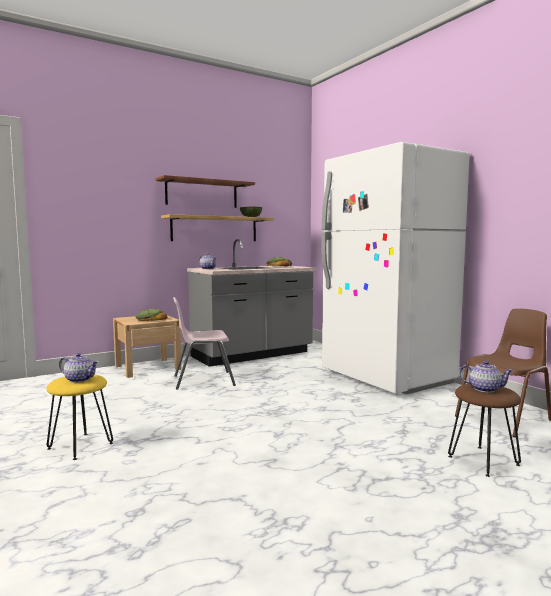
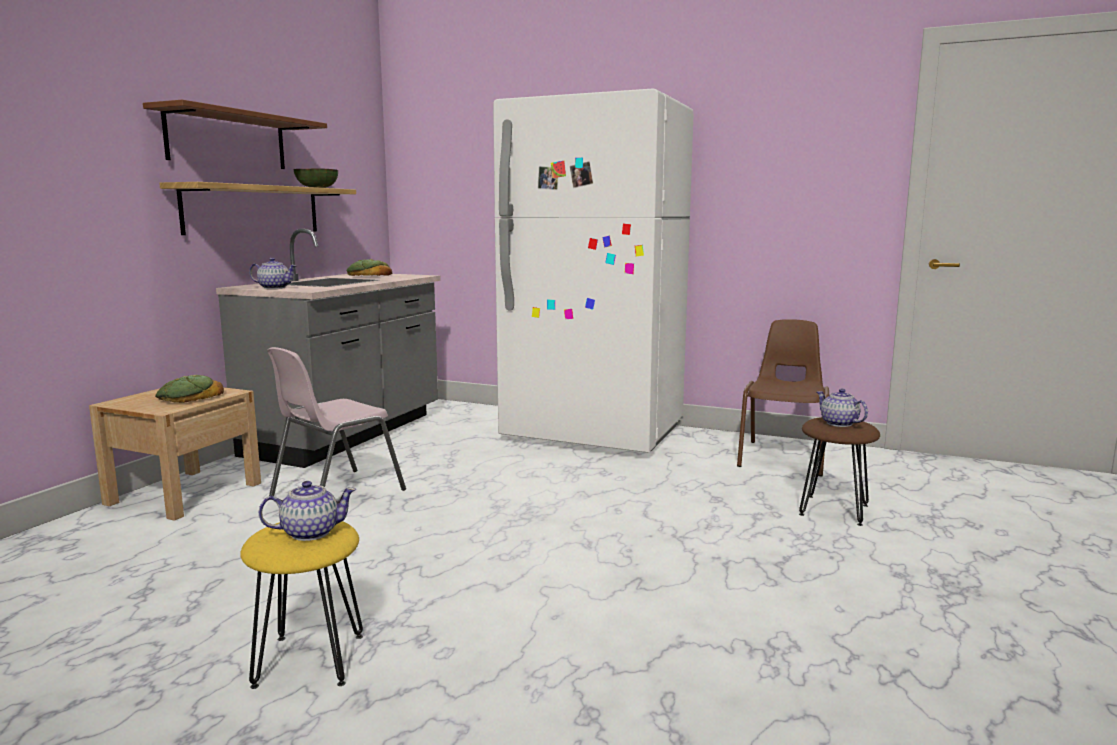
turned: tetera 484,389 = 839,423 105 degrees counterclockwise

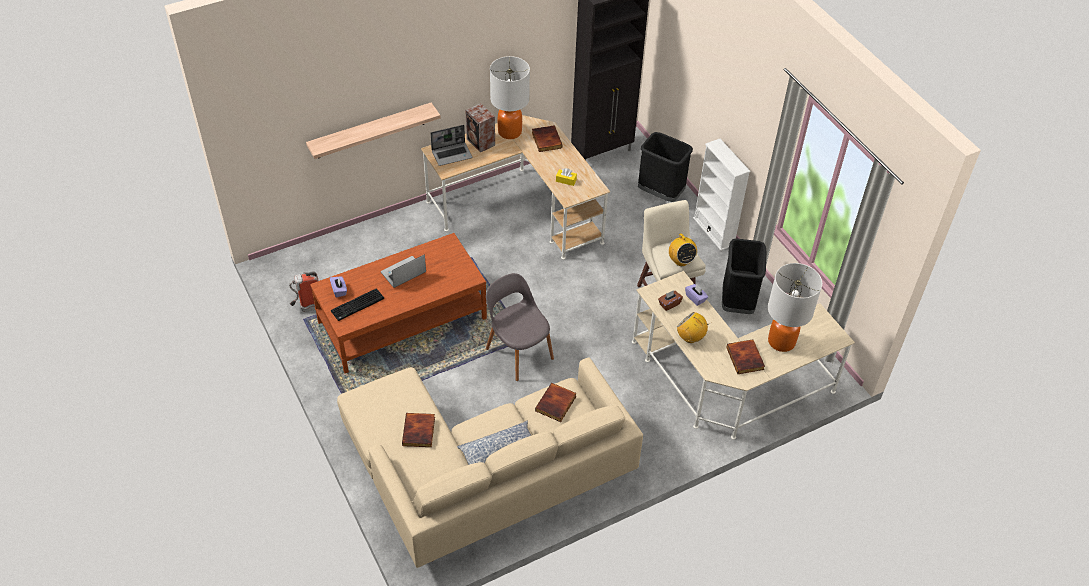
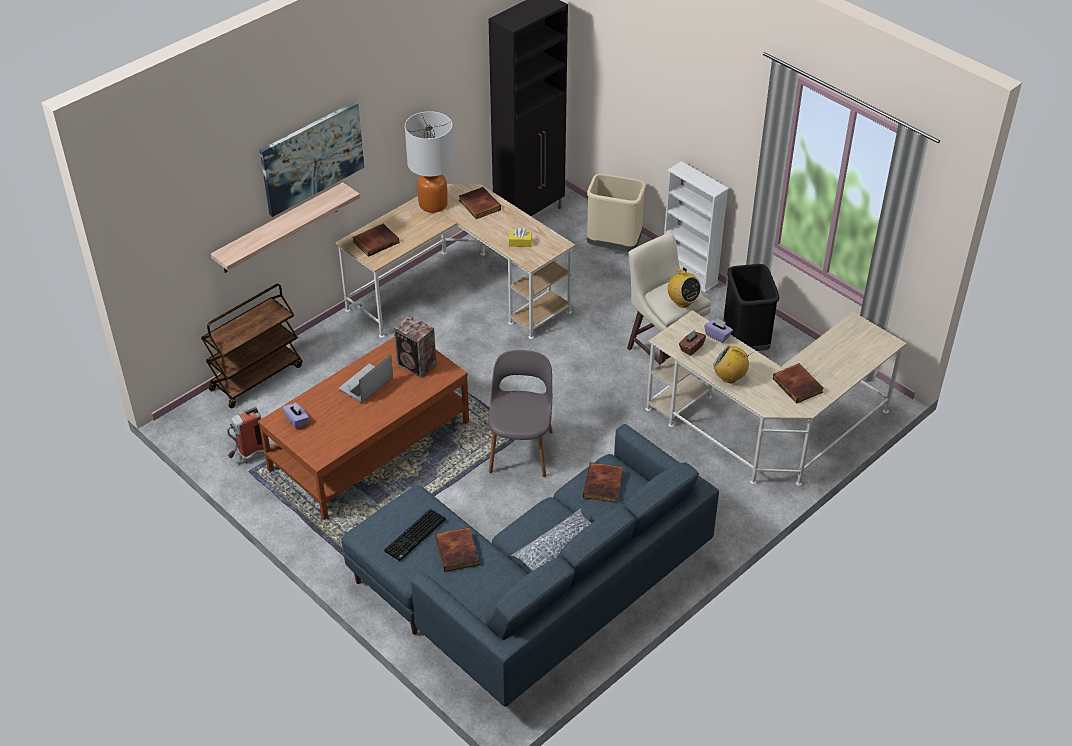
removed: lámpara de mesa 782,341
added: carrito (marrón) 257,377; cuadro 312,157
moved: teclado 357,306 to 415,536; altavoz 481,142 to 417,365
replaced: portátil 452,154 to libro 375,241
recoloured: sofá (beis) 481,477 to sofá (azul) 533,594; papelera (negro) 661,193 to papelera (beis) 614,246
turned: silla (gris) 518,352 = 521,449 60 degrees clockwise

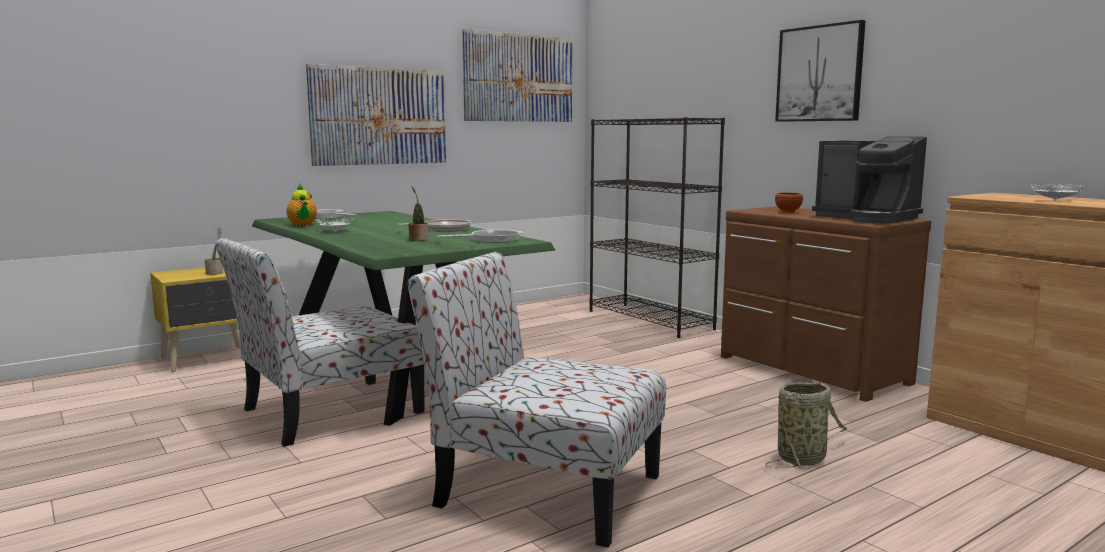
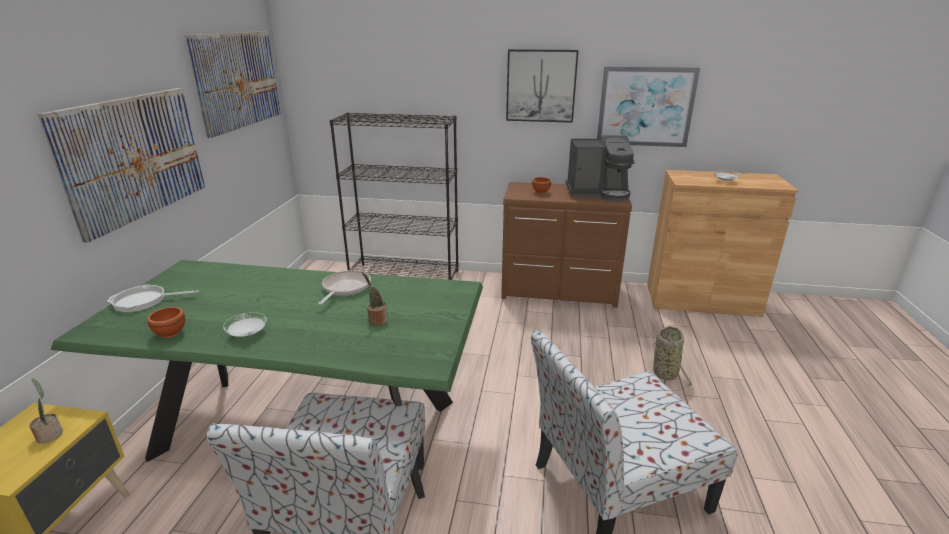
removed: sartén 491,240
added: cuadro 645,107
replaced: tetera 302,225 to cuenco (marrón) 169,333

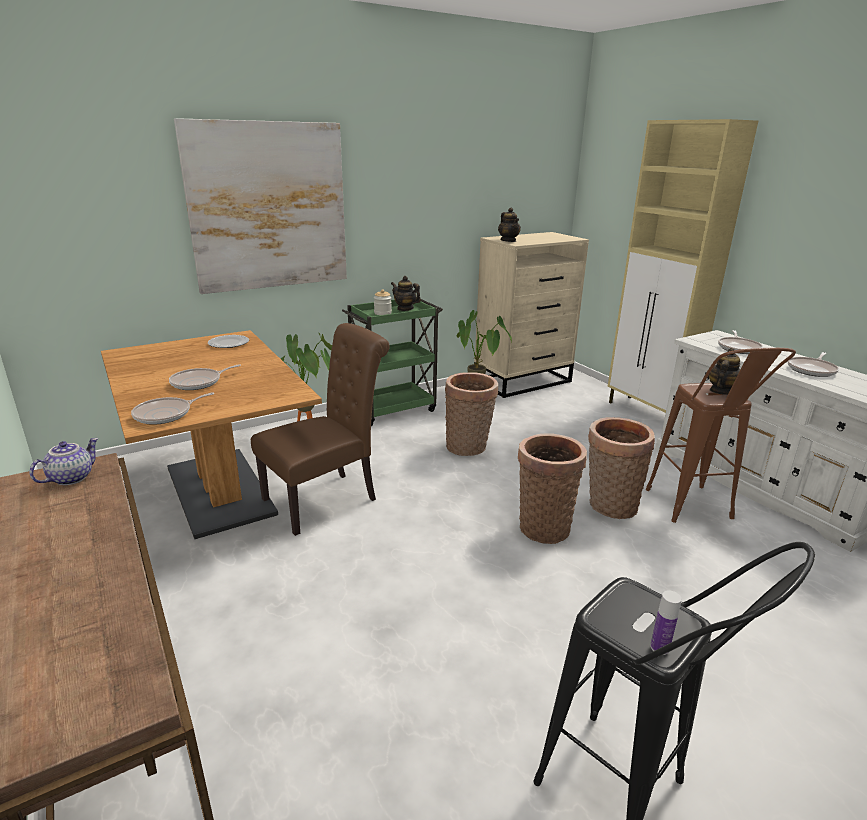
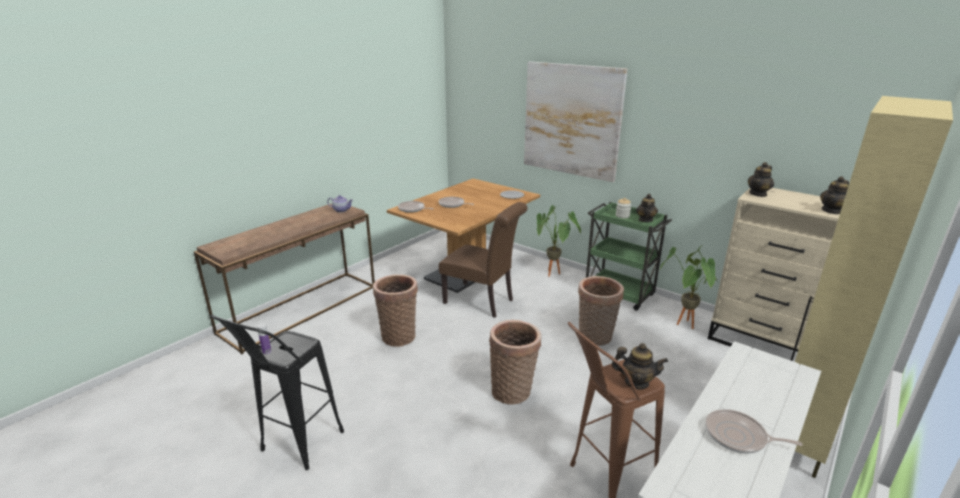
removed: sartén 738,348
added: tetera 831,211
moved: cesta 609,505 to 399,335

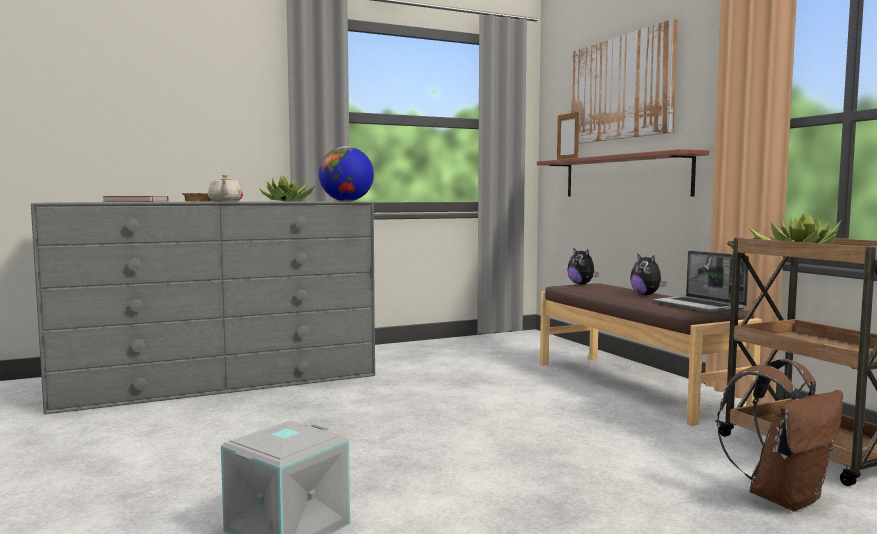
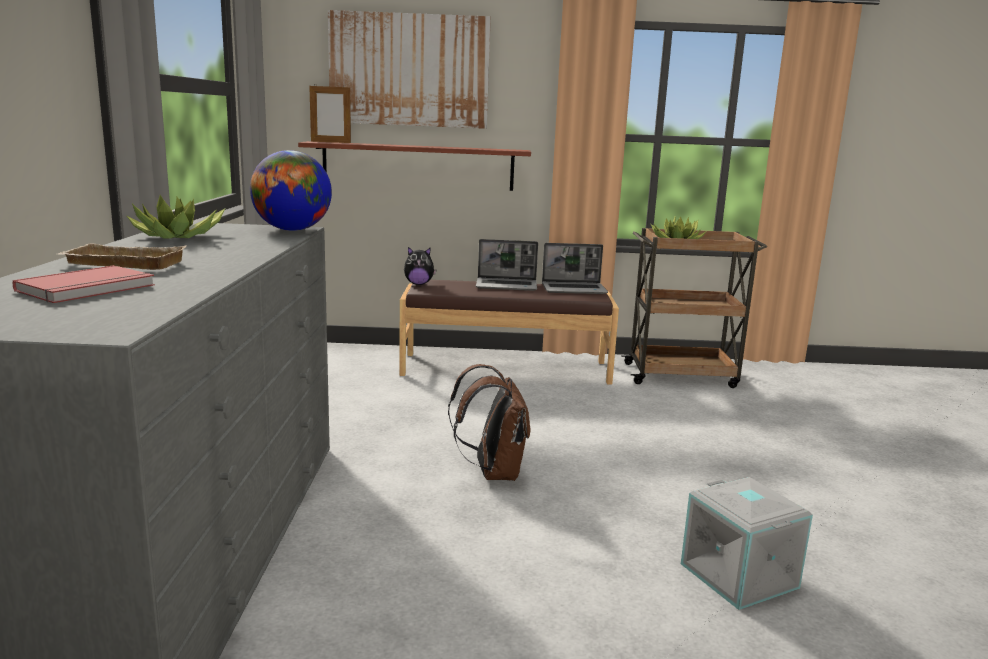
removed: tetera (beis) 225,201
moved: mochila (marrón) 783,497 to 493,472
replaced: peluche 646,295 to portátil 507,286

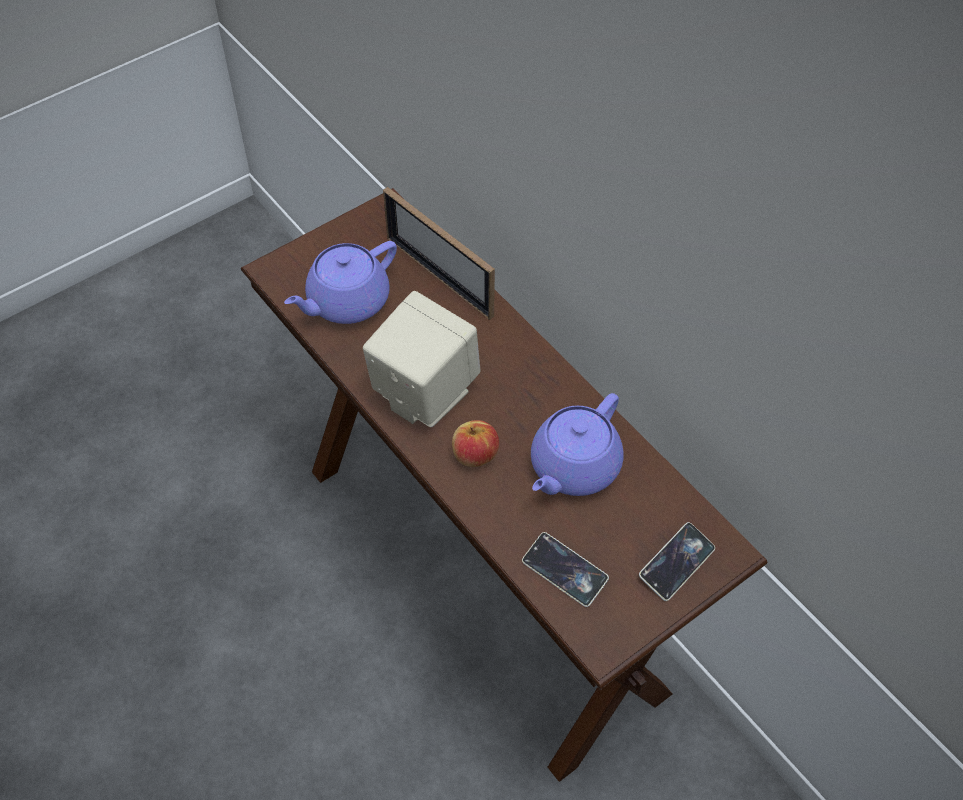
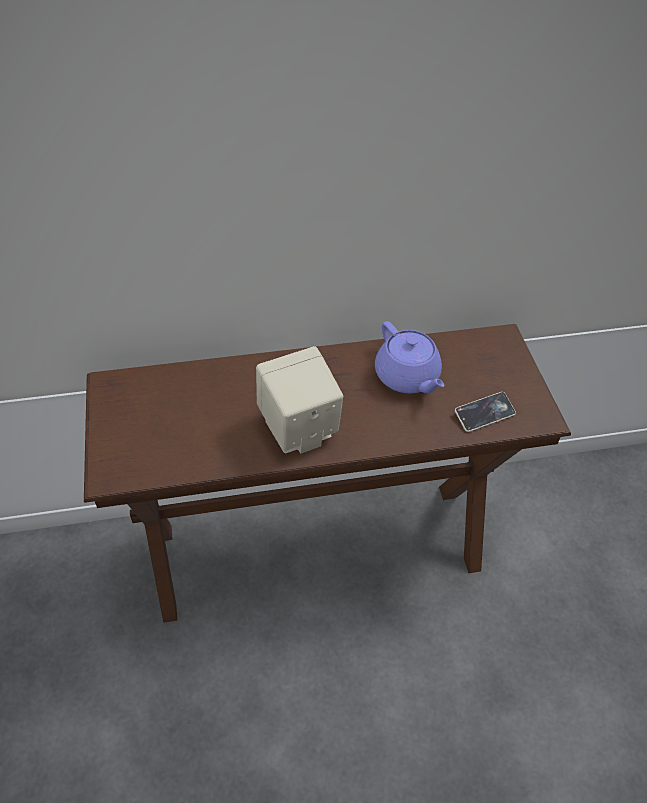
removed: tetera (morado) 346,301; portarretratos 439,276; manzana 475,454; móvil 676,564

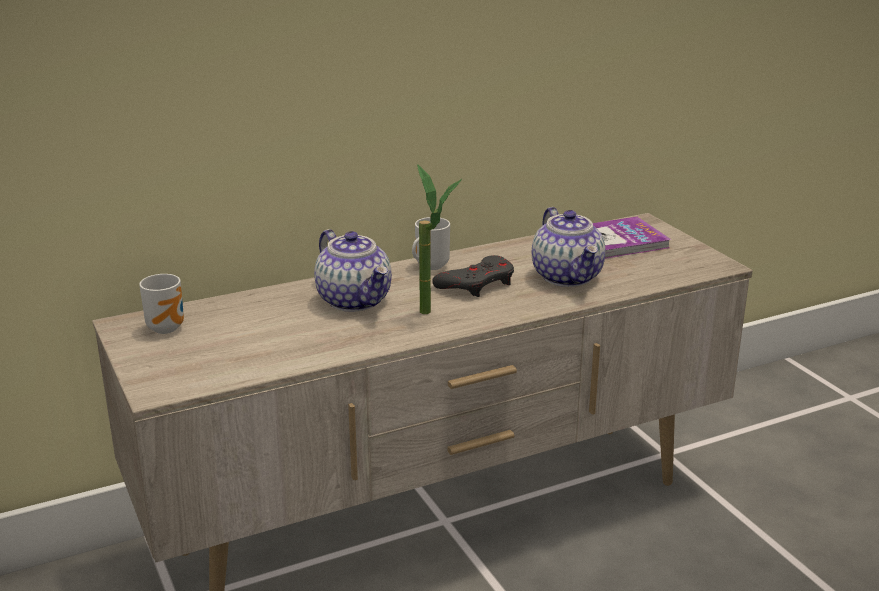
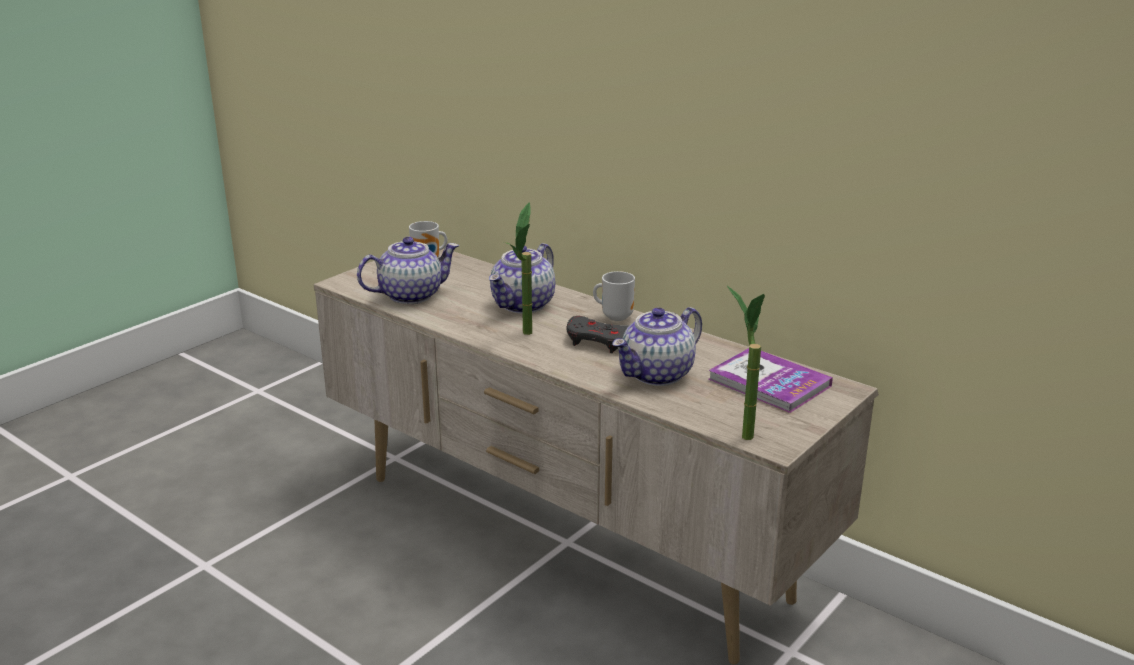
added: tetera 411,295; planta en maceta 739,431

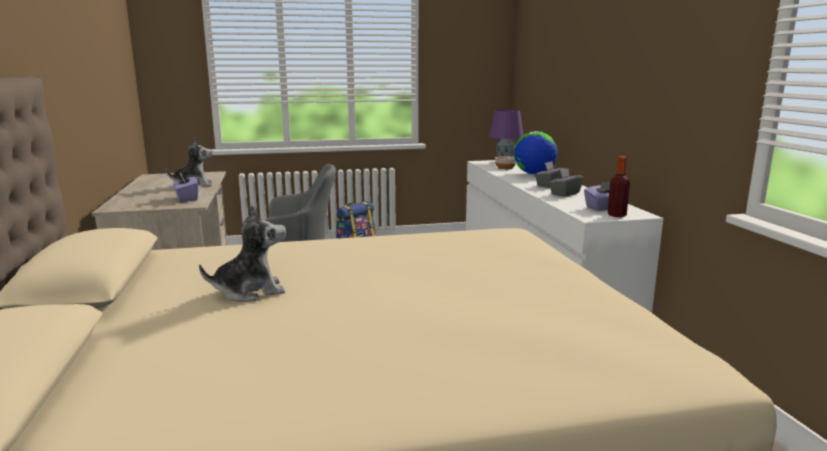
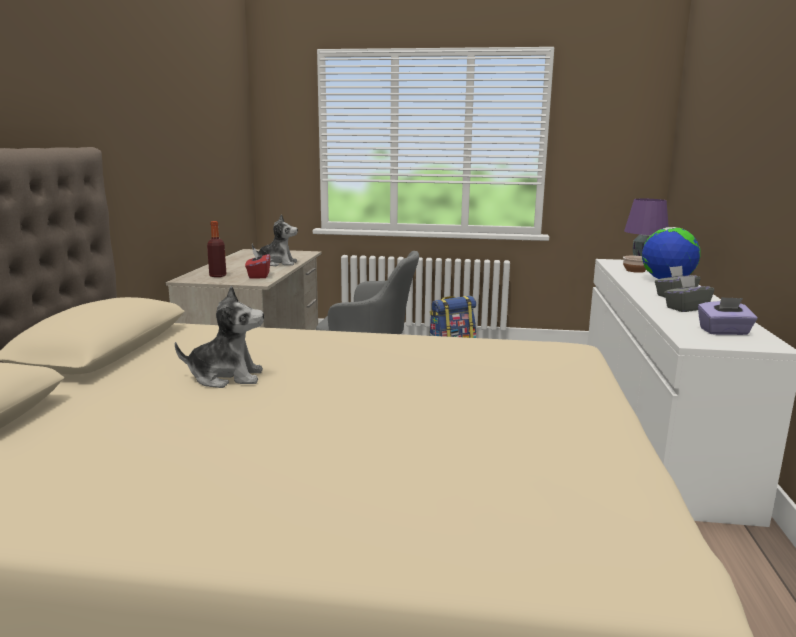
moved: botella 616,215 to 218,275
recoloured: caja de pañuelos (morado) 186,198 to caja de pañuelos (rojo) 258,276

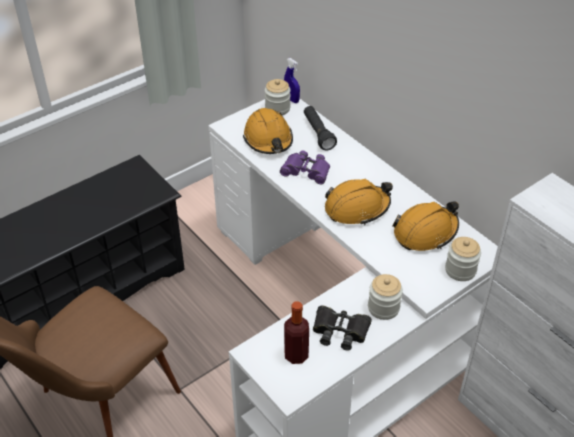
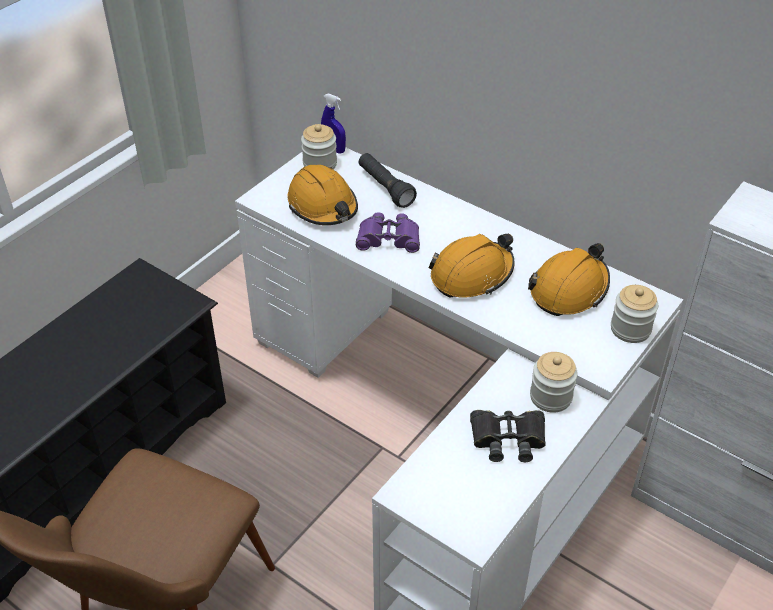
removed: botella 296,355

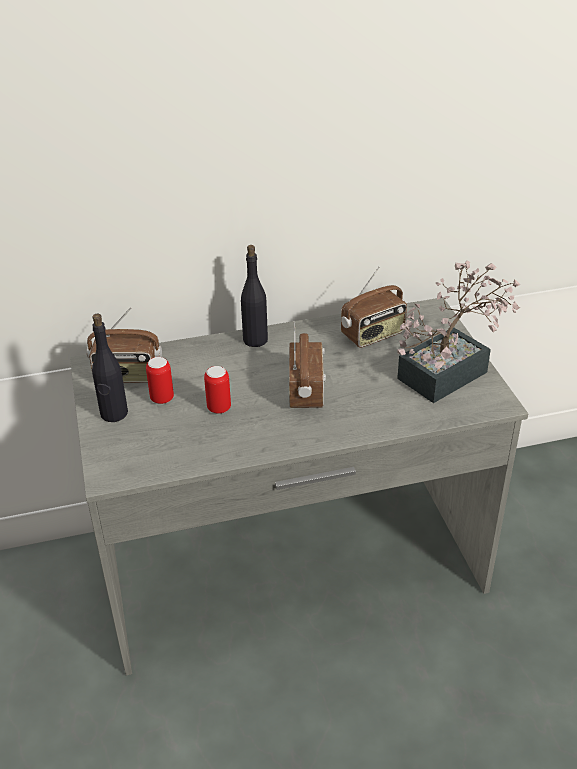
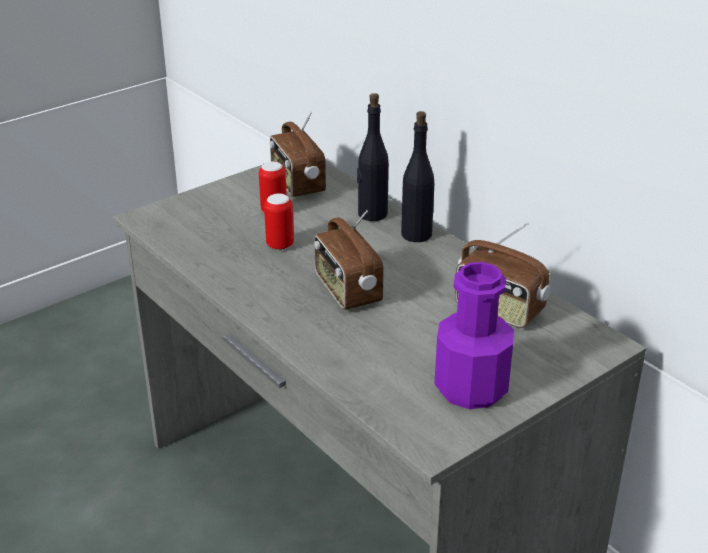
moved: botella (negro) 114,414 to 372,214
replaced: planta en maceta 450,371 to botella (morado) 471,388
turned: radio 307,392 = 346,290 90 degrees clockwise

